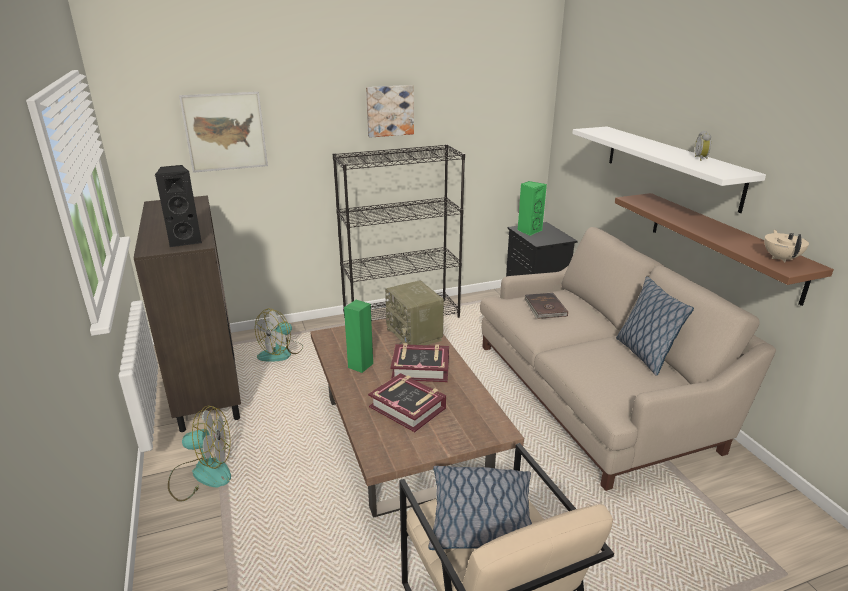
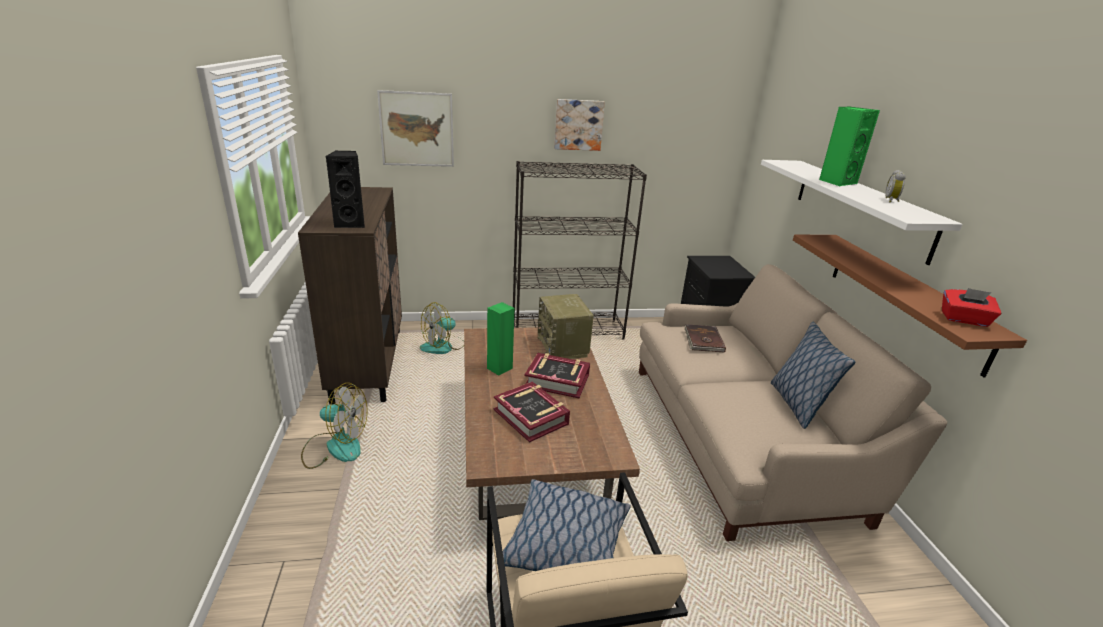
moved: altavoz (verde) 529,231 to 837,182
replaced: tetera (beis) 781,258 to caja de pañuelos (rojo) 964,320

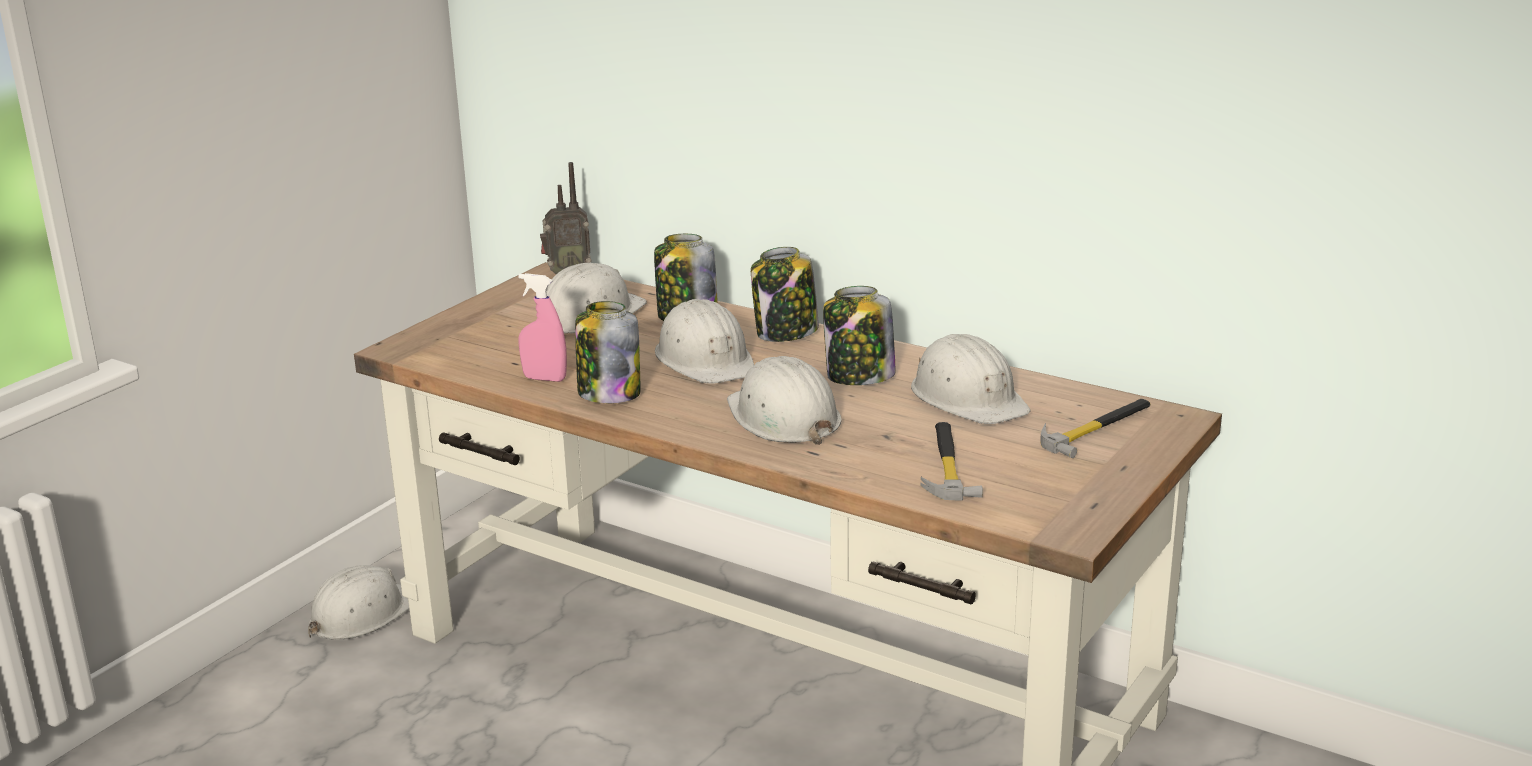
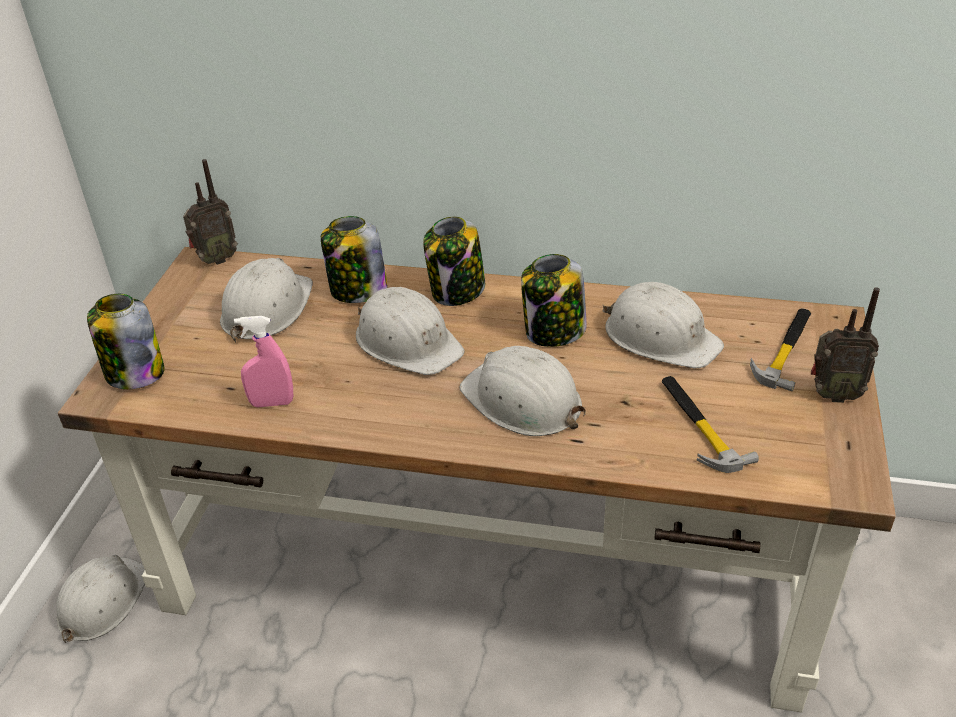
added: radio 832,394
moved: tarro 608,393 to 134,373

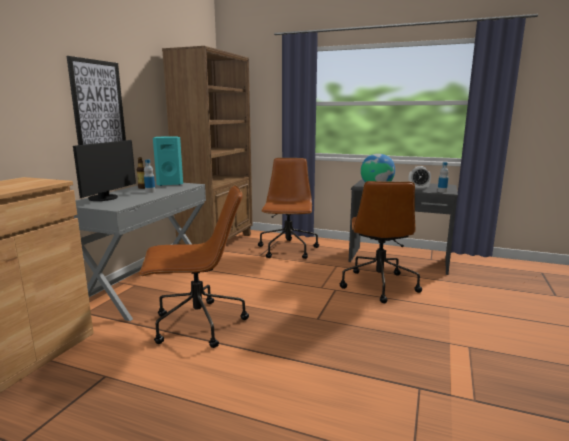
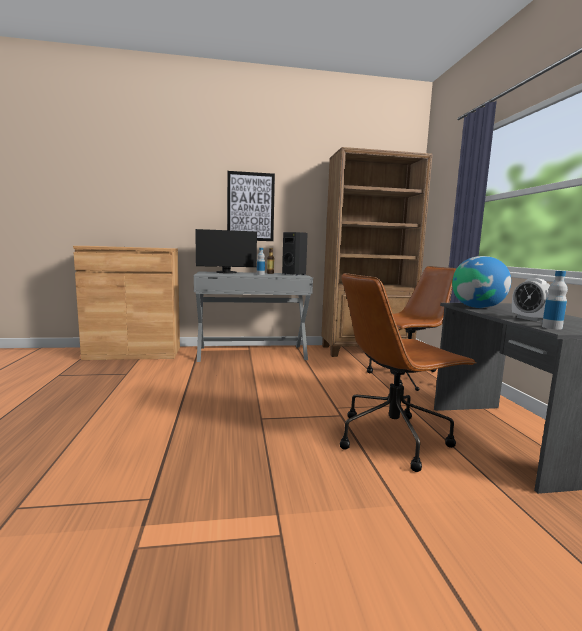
removed: silla de oficina (marrón) 197,325
recoloured: altavoz (turquesa) 170,184 to altavoz (negro) 294,274

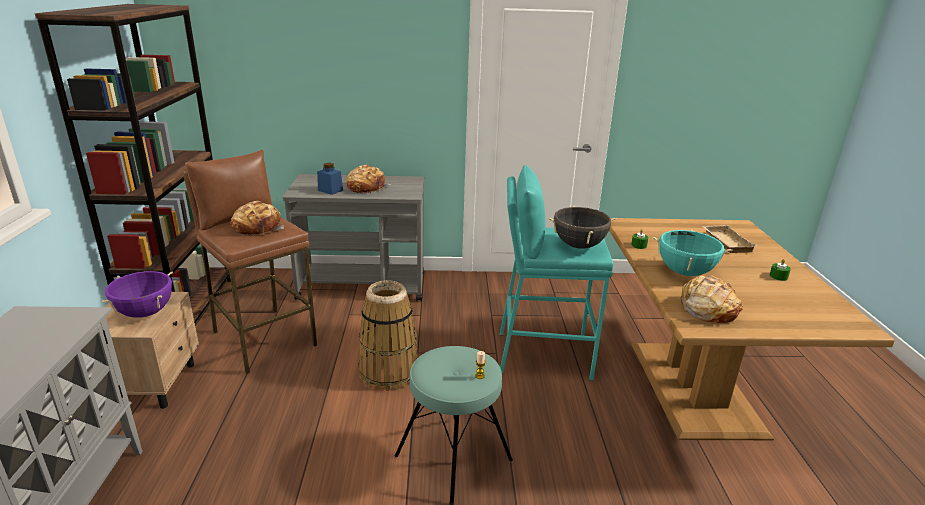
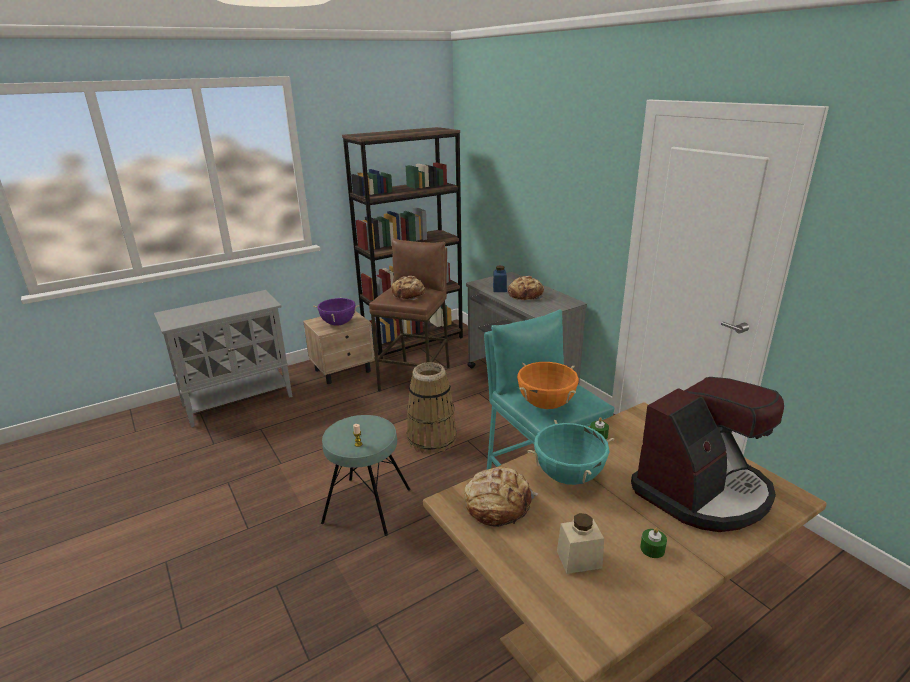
added: tarro (beis) 579,559
replaced: bandeja (beis) 725,242 to cafetera 702,491
recoloured: olla (negro) 578,245 to olla (naranja) 546,404

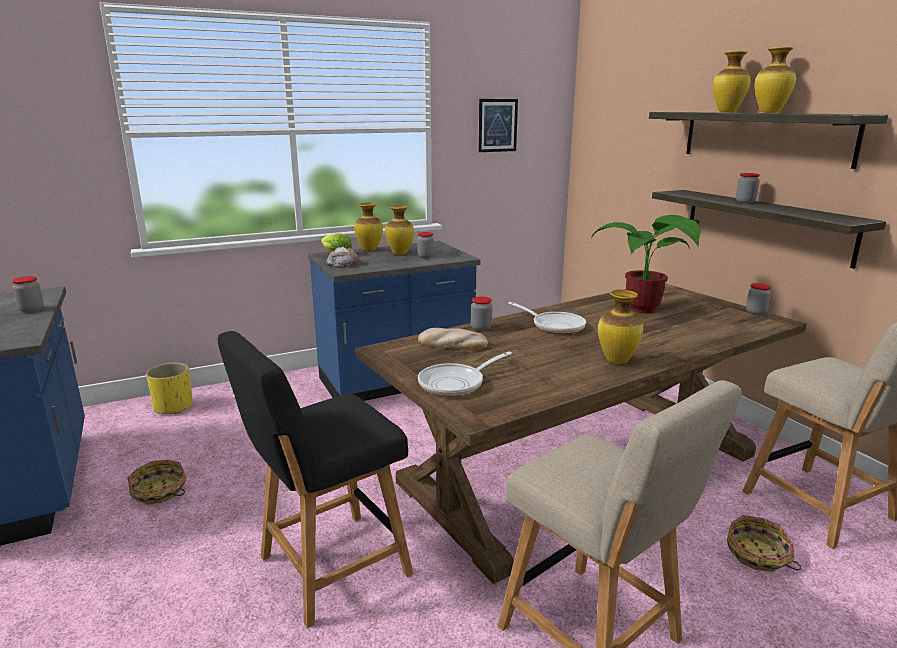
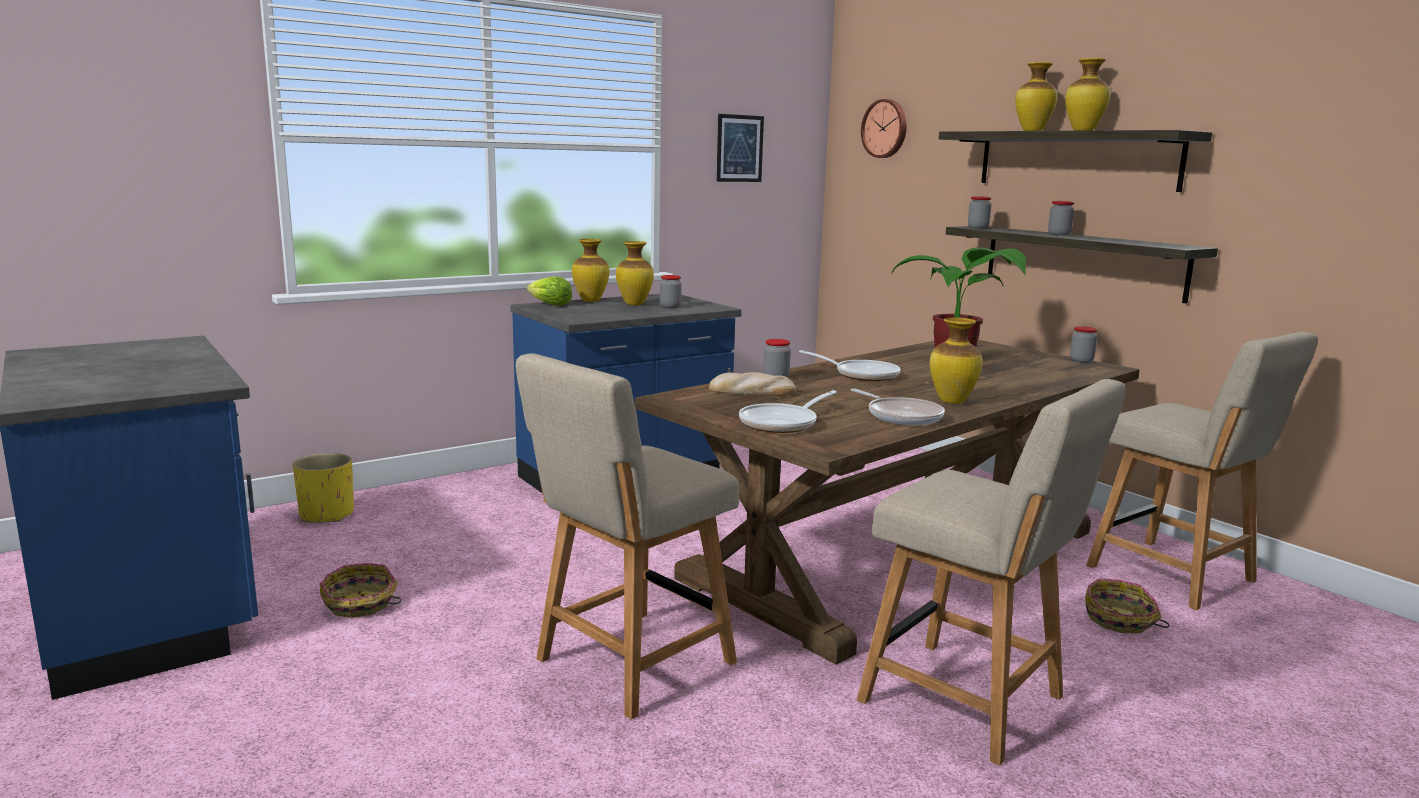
removed: pan 343,264
added: sartén 901,416; reloj de pared 885,129
moved: tarro 31,309 to 978,228
recoloured: silla (negro) 328,568 to silla (beis) 628,664

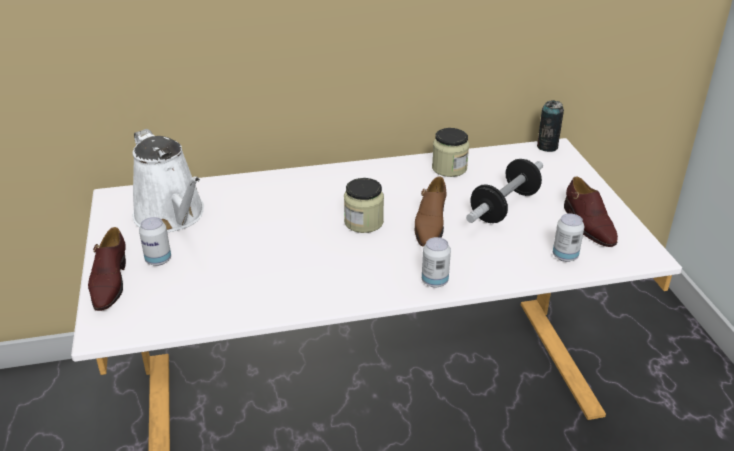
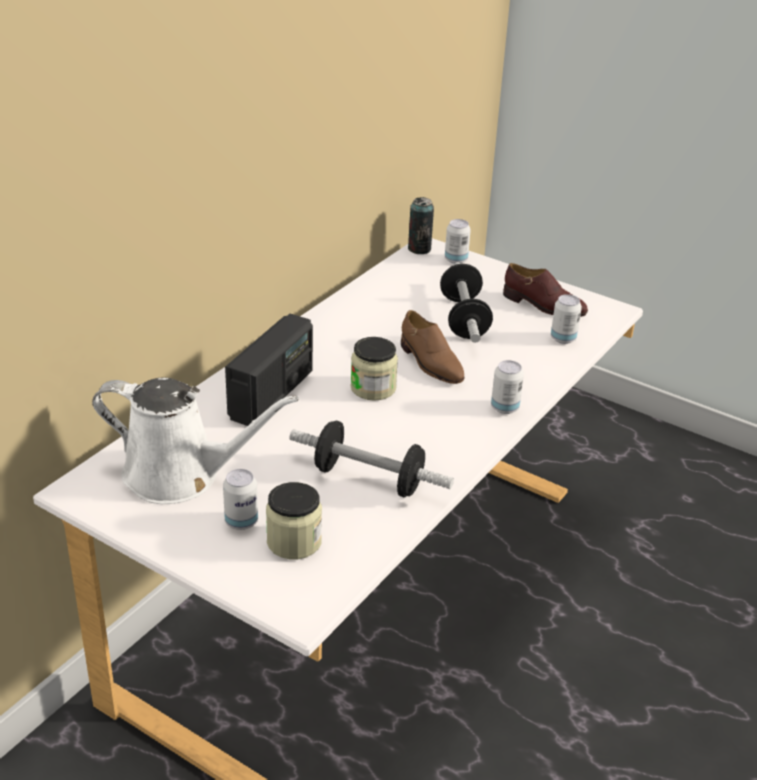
removed: zapato (marrón) 109,282
added: radio 272,394; mancuerna 369,479; lata 456,260
moved: tarro 449,168 to 294,542

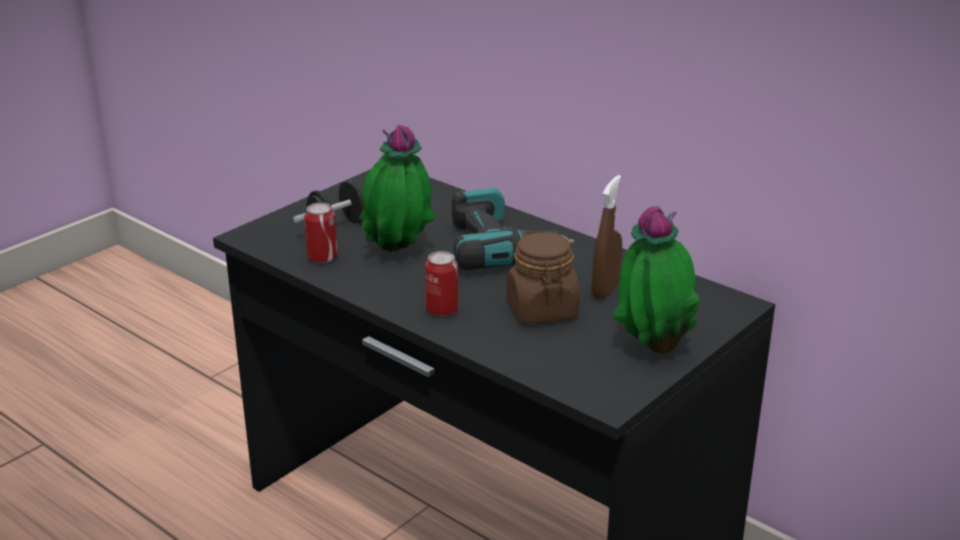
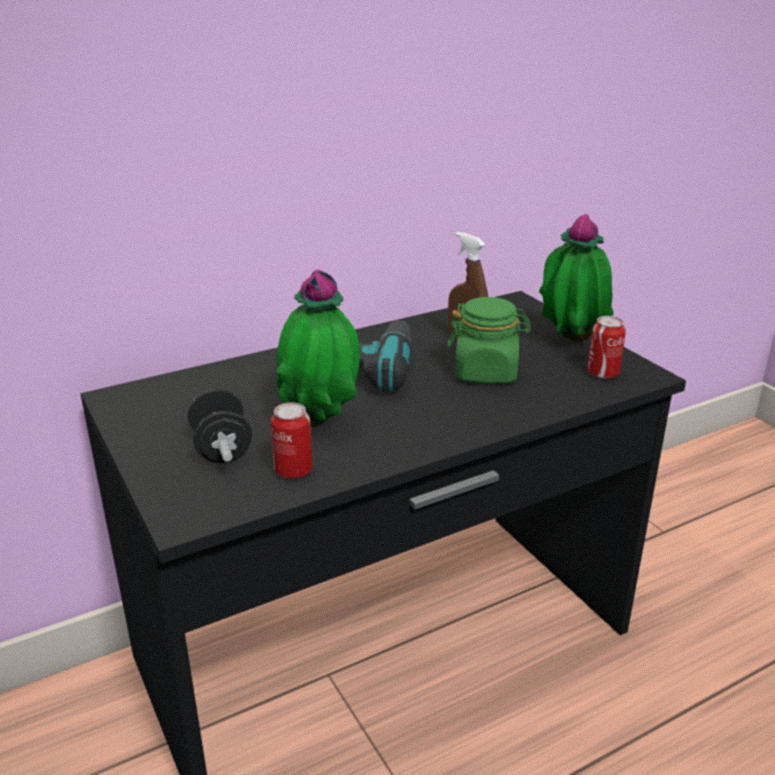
moved: lata 442,310 to 603,373
recoloured: tarro (marrón) 542,310 to tarro (verde) 486,372

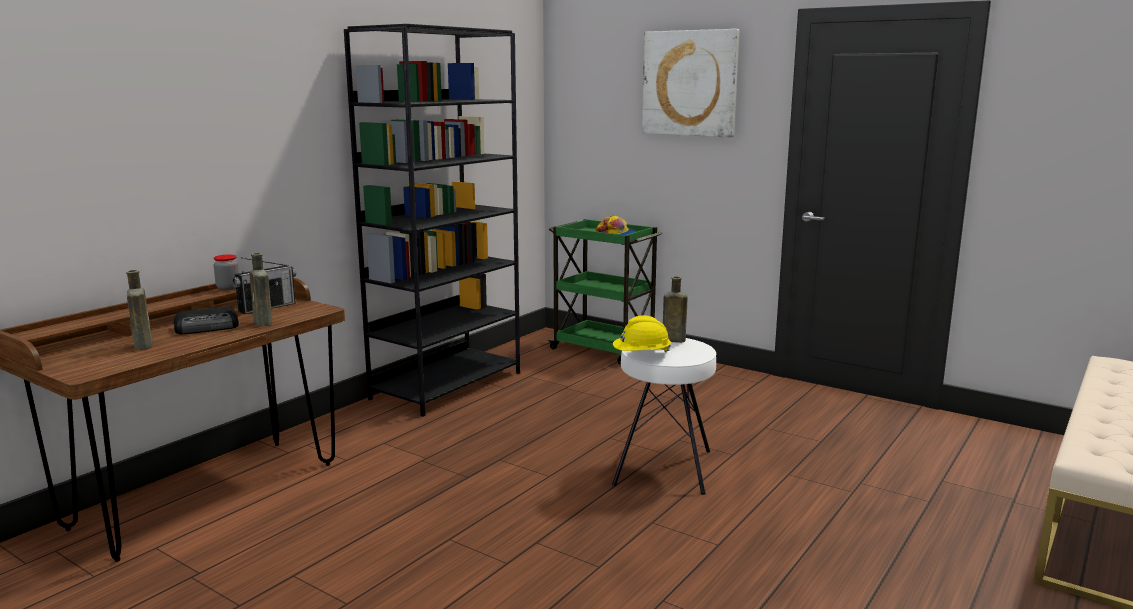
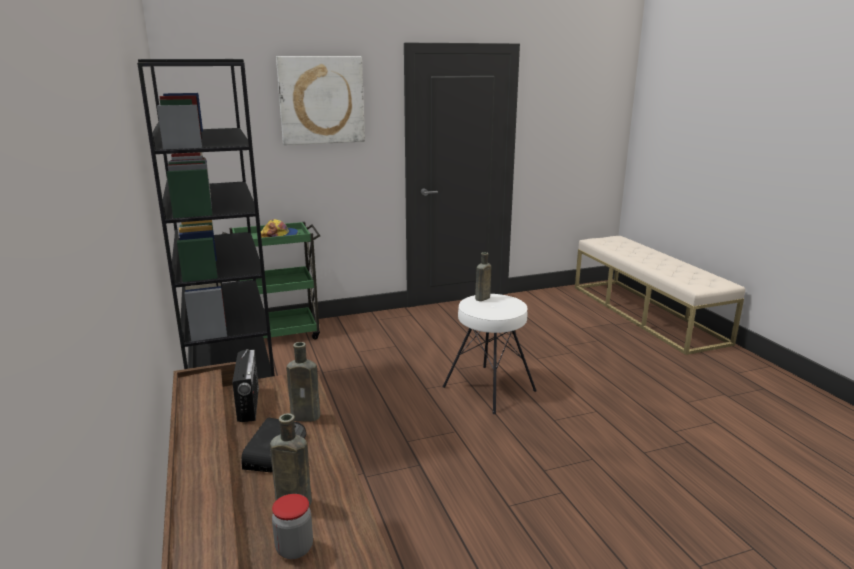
removed: casco (amarillo) 641,355
moved: tarro 228,288 to 294,548

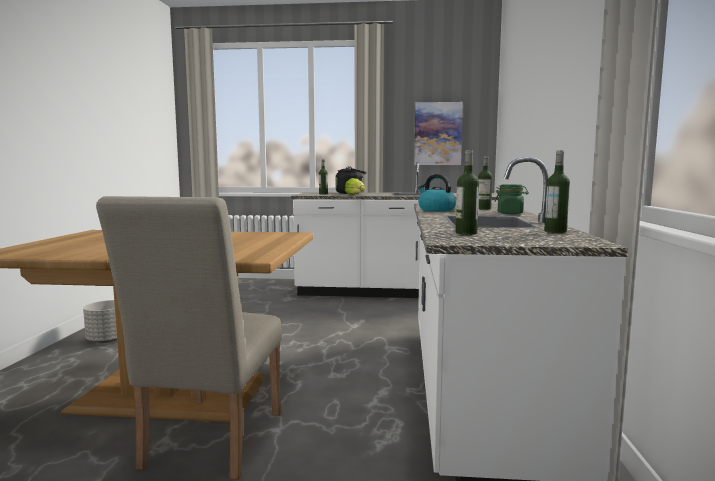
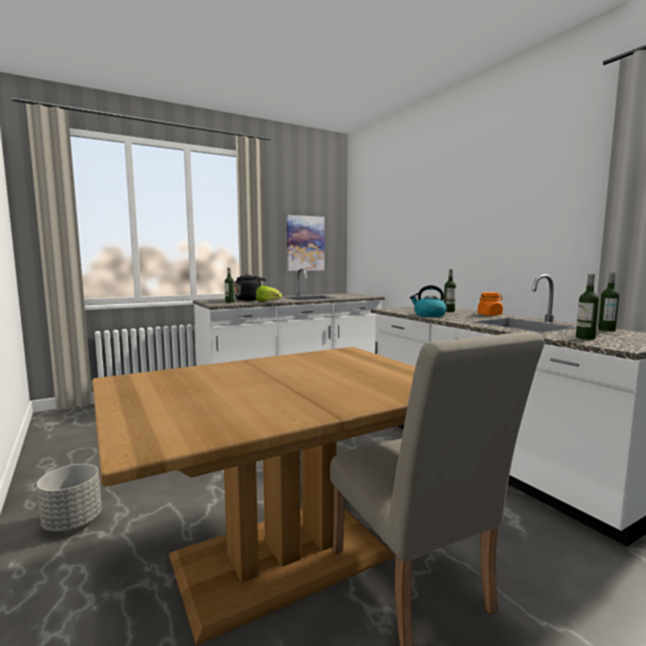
recoloured: tarro (verde) 510,213 to tarro (naranja) 489,315

